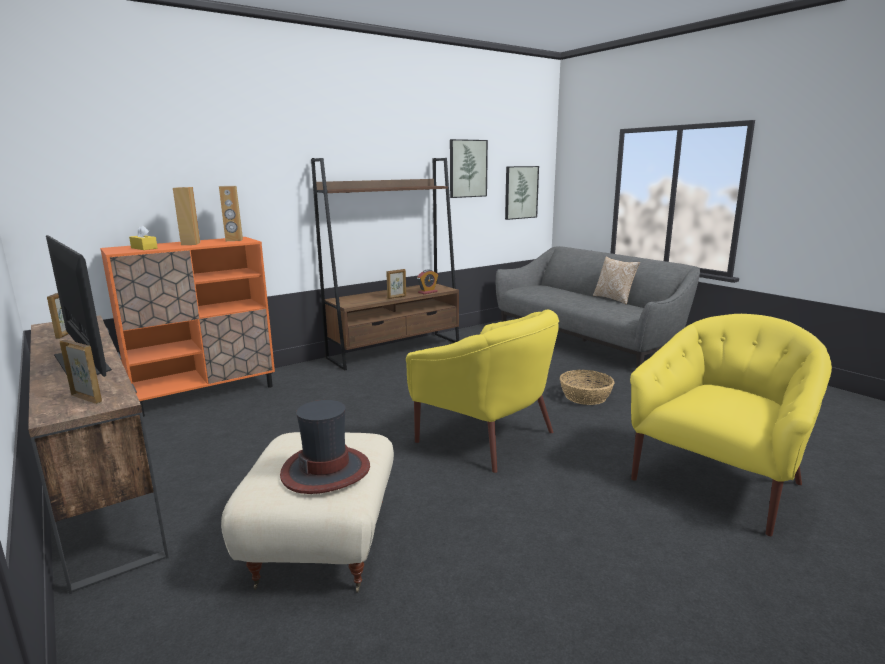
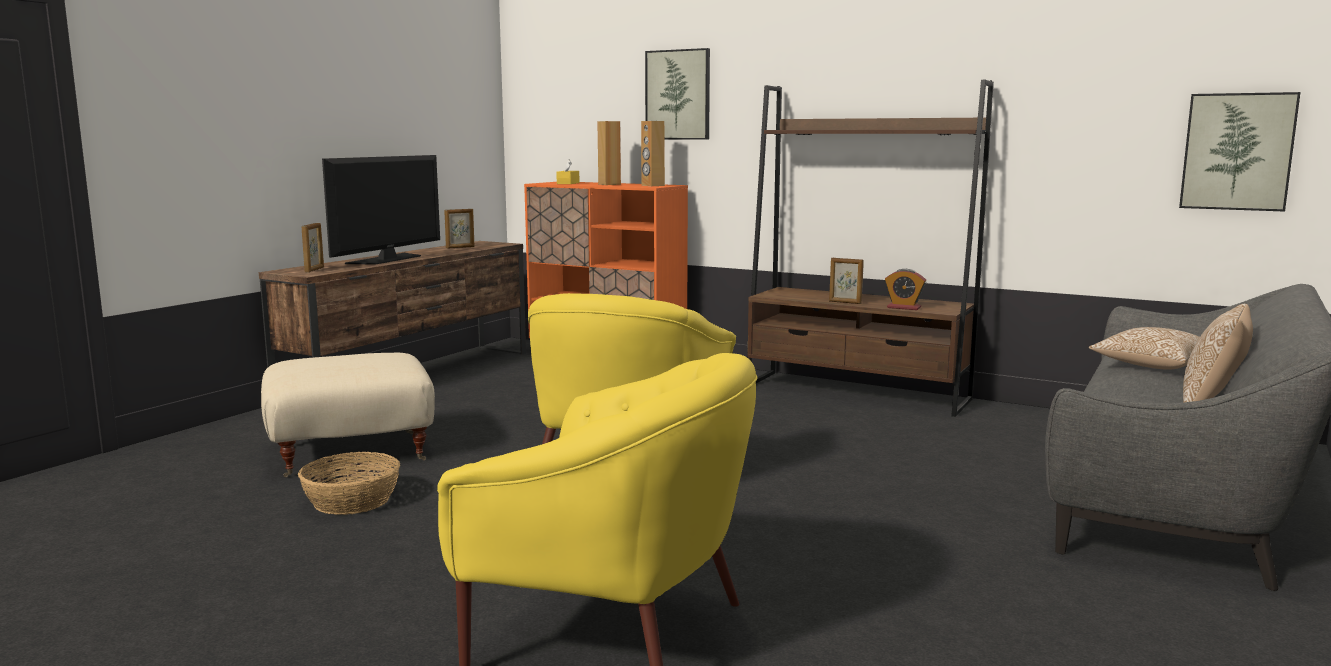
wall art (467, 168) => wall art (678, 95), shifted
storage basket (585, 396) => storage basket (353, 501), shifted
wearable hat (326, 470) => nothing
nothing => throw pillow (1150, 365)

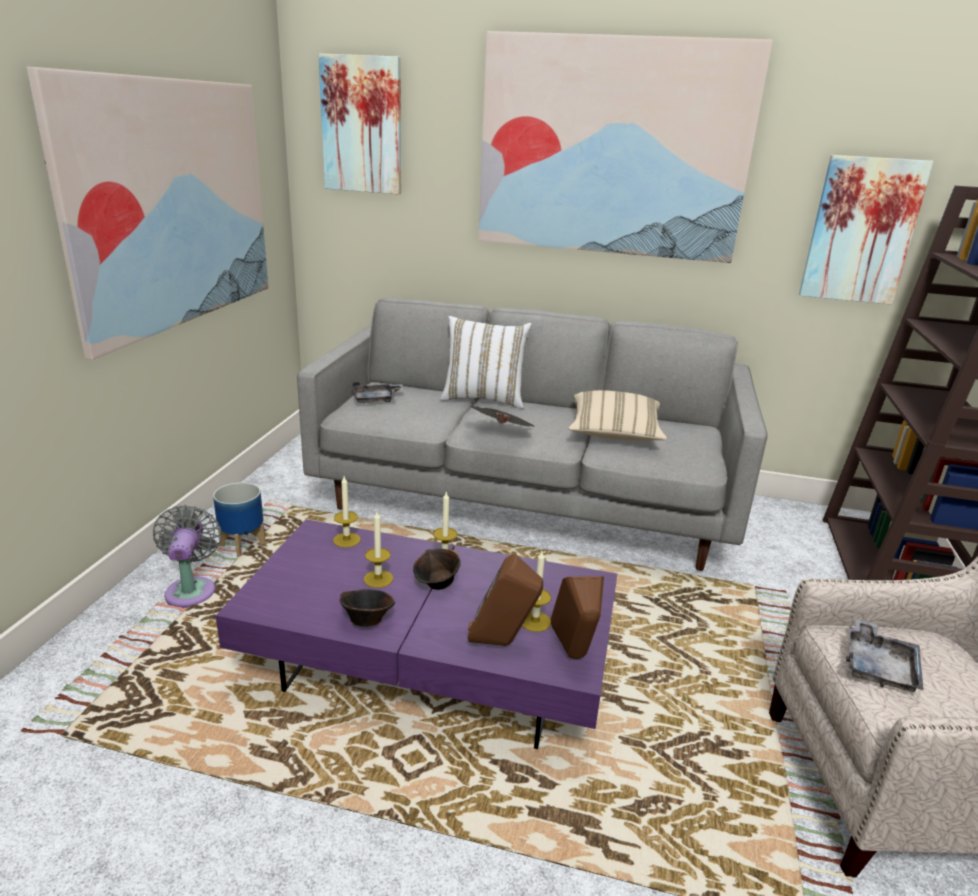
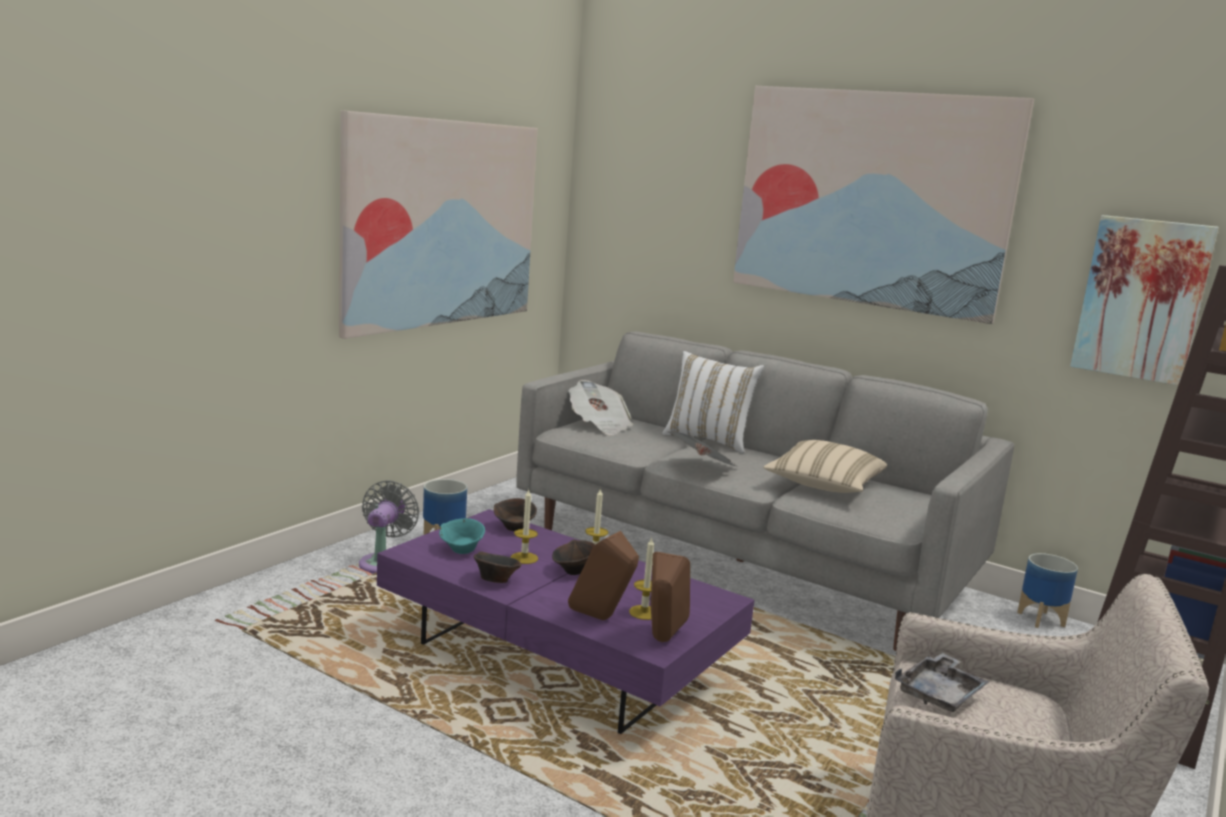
wall art (362, 125) => nothing
grey serving tray (376, 400) => printed paper (599, 425)
wax candle (346, 540) => brown deep dish (515, 528)
nothing => turquoise deep dish (462, 551)
nothing => planter (1041, 619)

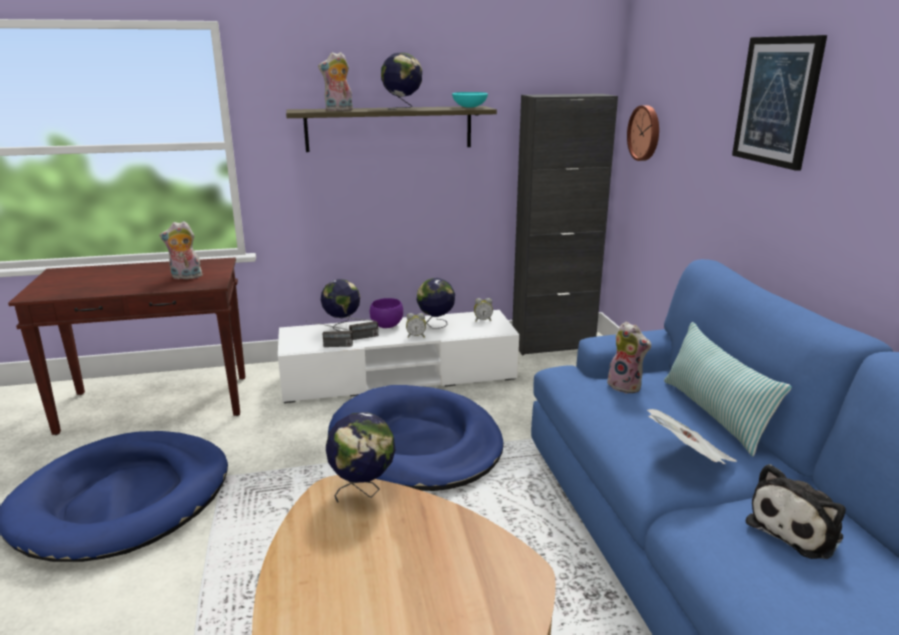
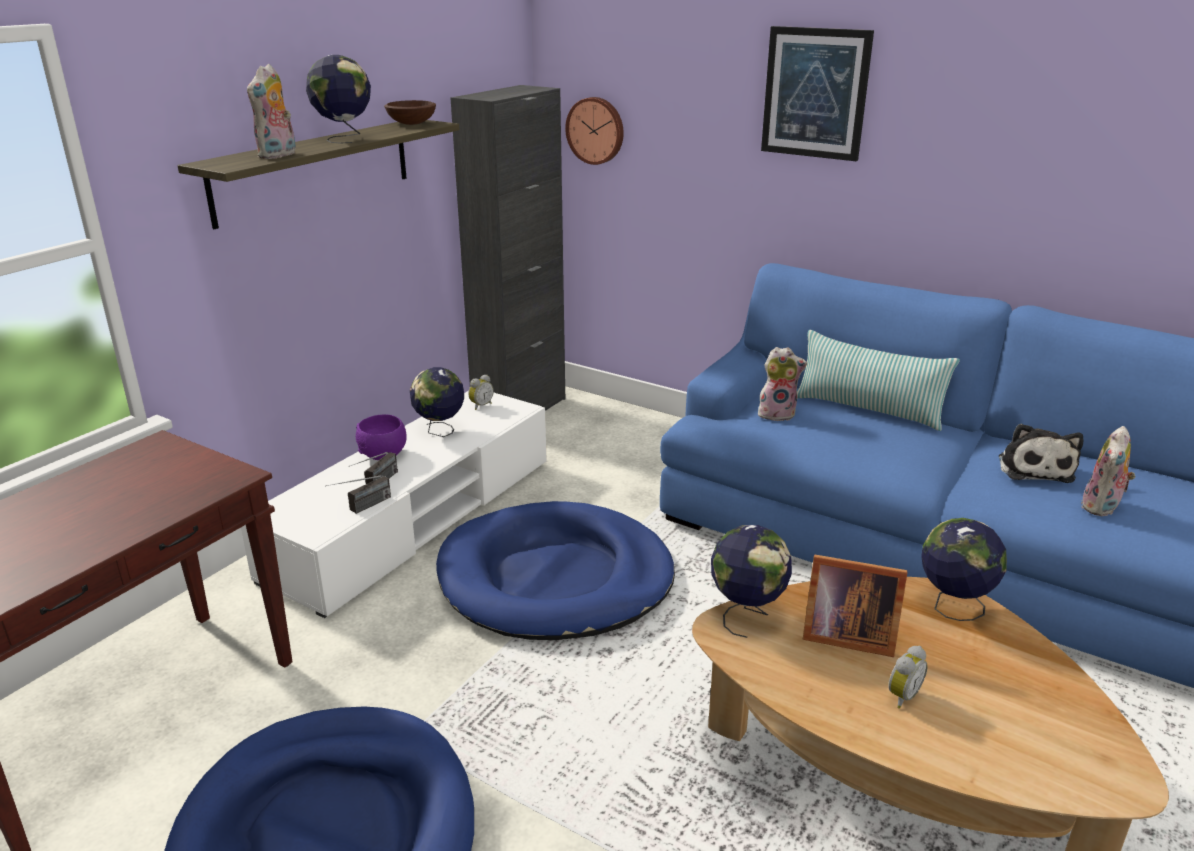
turquoise deep dish (470, 107) => brown deep dish (412, 123)
soft toy (185, 277) => soft toy (1102, 508), shifted
globe (342, 326) => globe (952, 608), shifted
bedside clock (416, 336) => bedside clock (901, 696), shifted
printed paper (688, 458) => nothing
nothing => standing frame (845, 635)

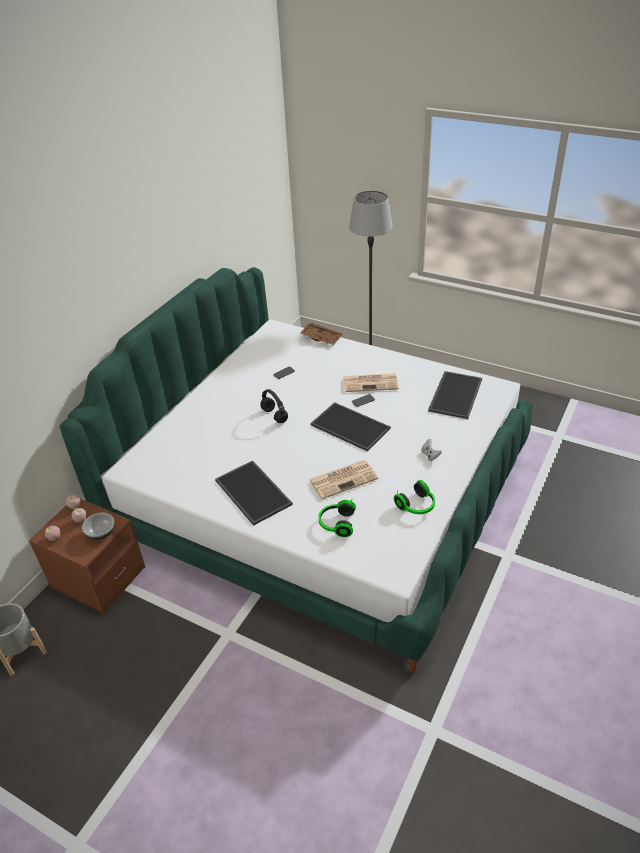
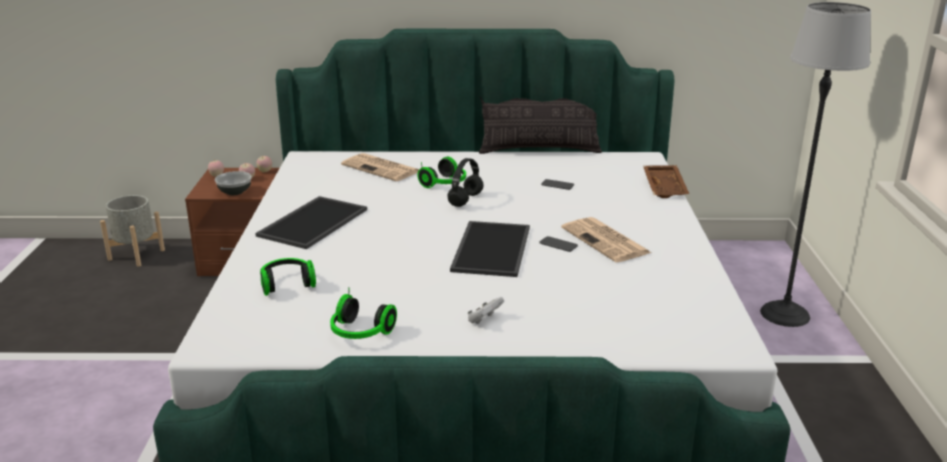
serving tray (454, 394) => nothing
printed paper (344, 479) => printed paper (382, 168), shifted
nothing => throw pillow (539, 150)
nothing => pair of headphones (445, 184)

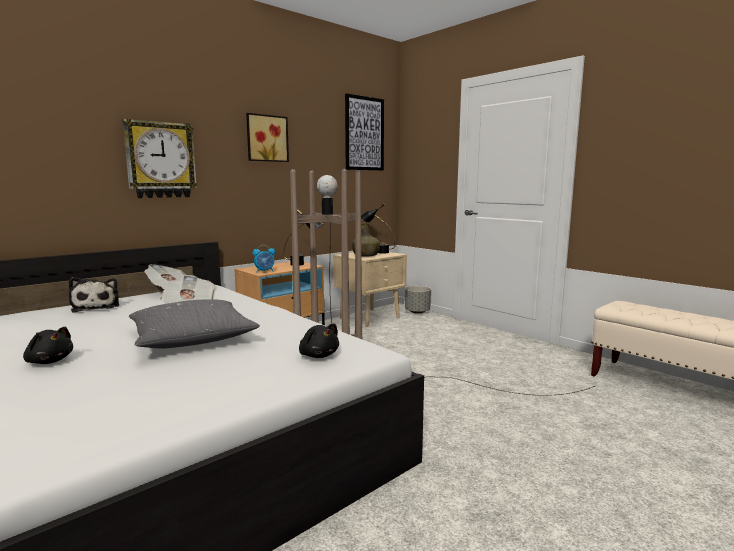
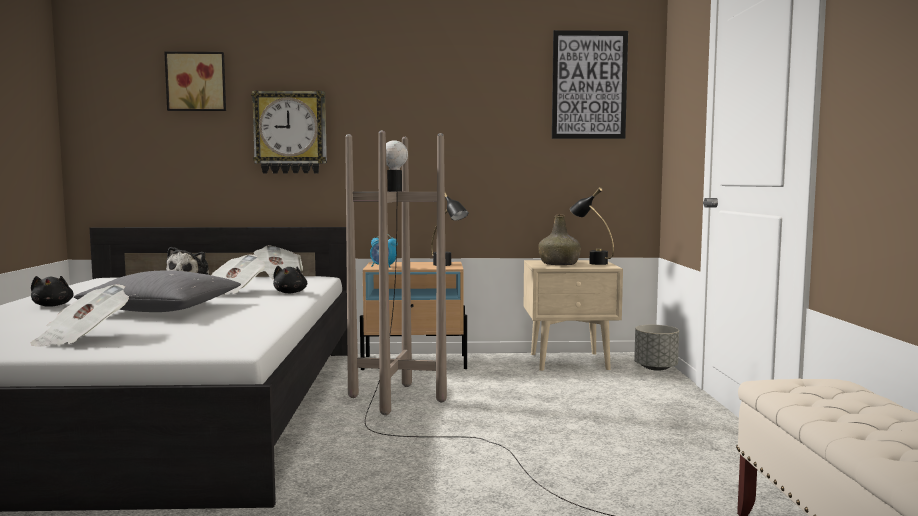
wall art (266, 138) => wall art (197, 82), shifted
blackish soft toy (318, 355) => blackish soft toy (291, 293), shifted
nothing => printed paper (82, 339)

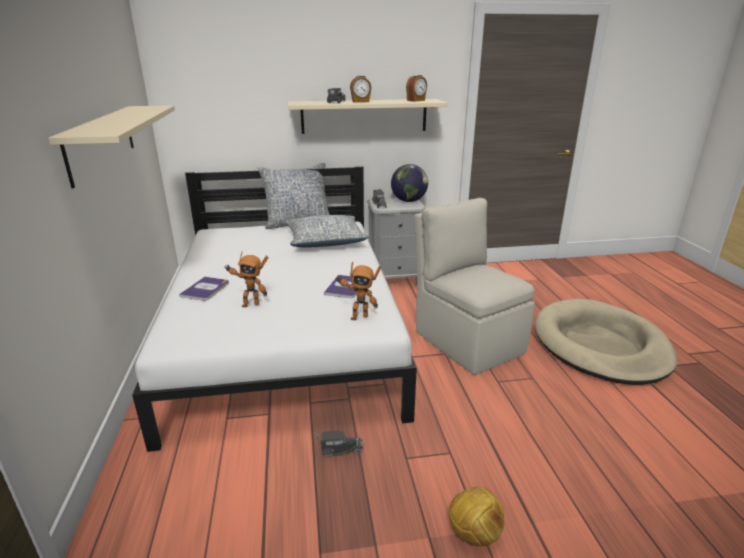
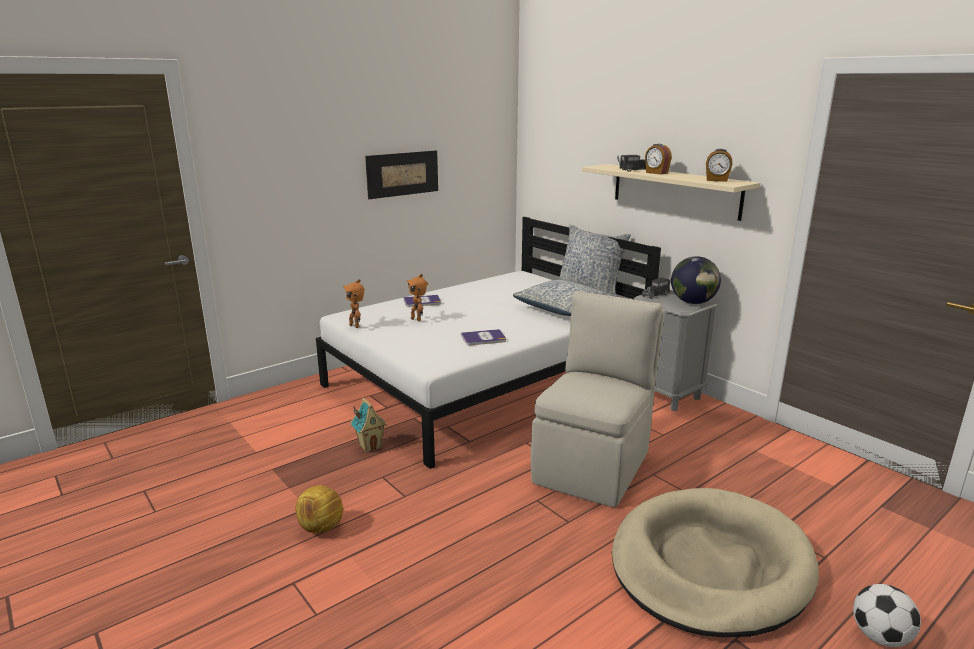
beige-coloured bracket shelf (101, 142) => wall art (402, 174)
robot figure (358, 317) => robot figure (355, 325), shifted
toy truck (339, 449) => model house (370, 446)
nothing => football ball (880, 637)

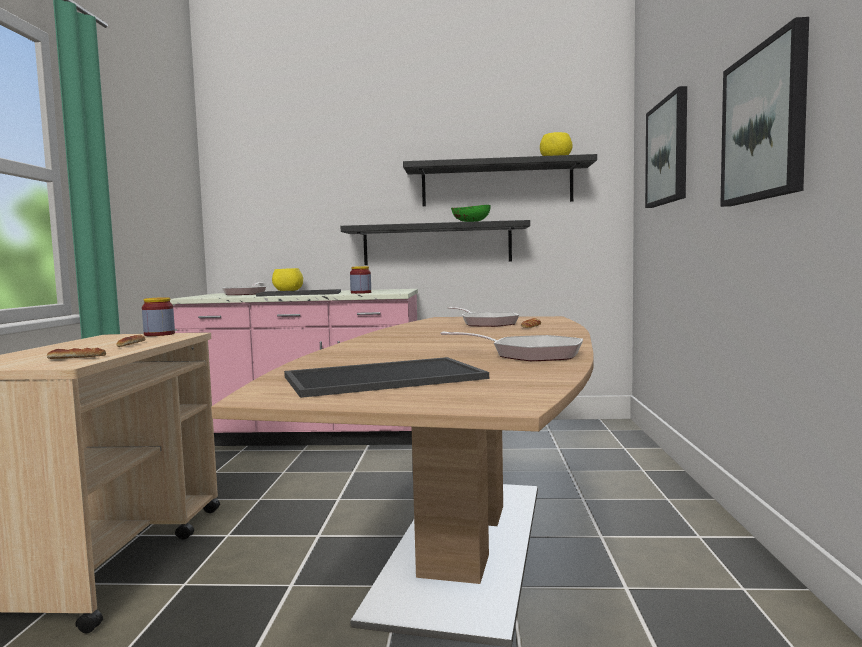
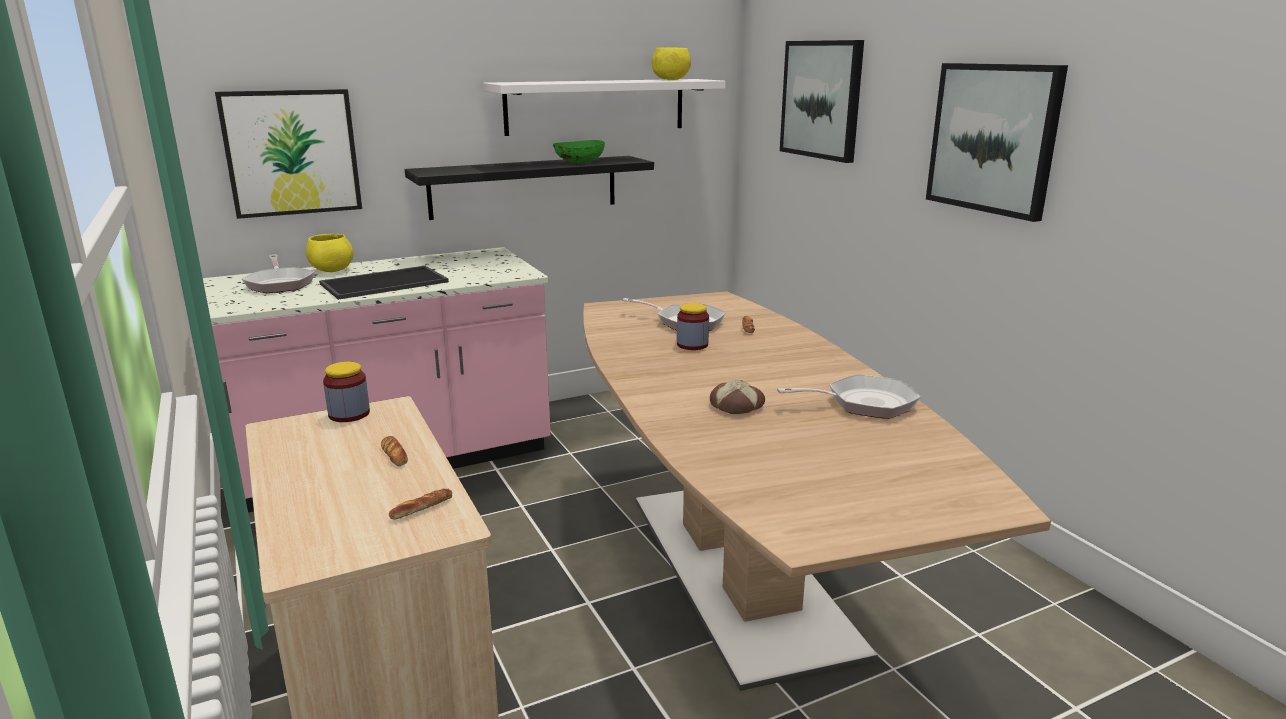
blackish bracket shelf (497, 184) => whitish bracket shelf (596, 106)
jar (361, 293) => jar (692, 345), shifted
serving tray (384, 377) => nothing
nothing => wall art (292, 152)
nothing => bakery bread (737, 406)

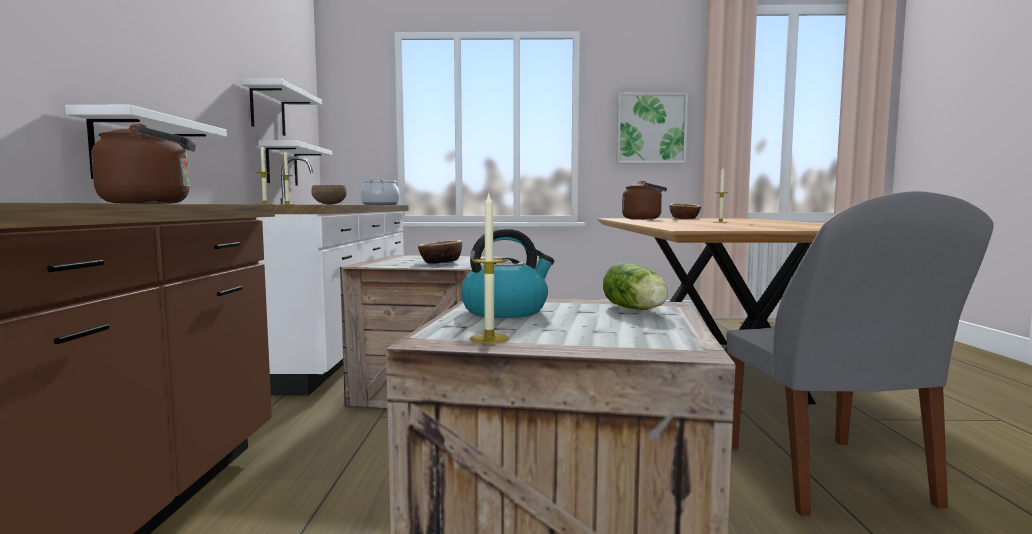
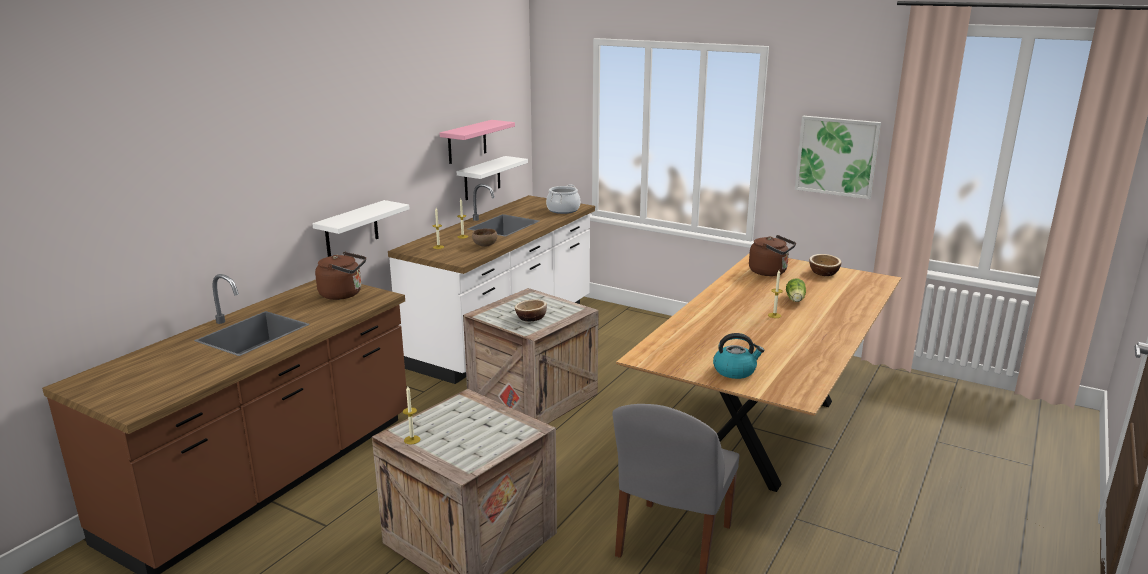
whitish bracket shelf (267, 110) => pink-coloured bracket shelf (467, 142)
tea kettle (506, 311) => tea kettle (735, 371), shifted
lettuce head (636, 310) => lettuce head (795, 300), shifted

